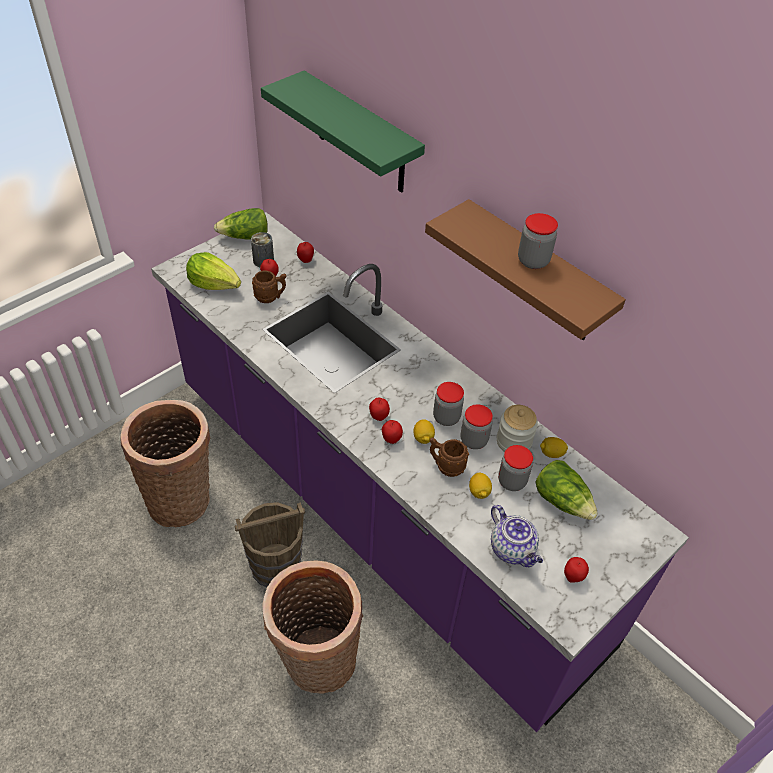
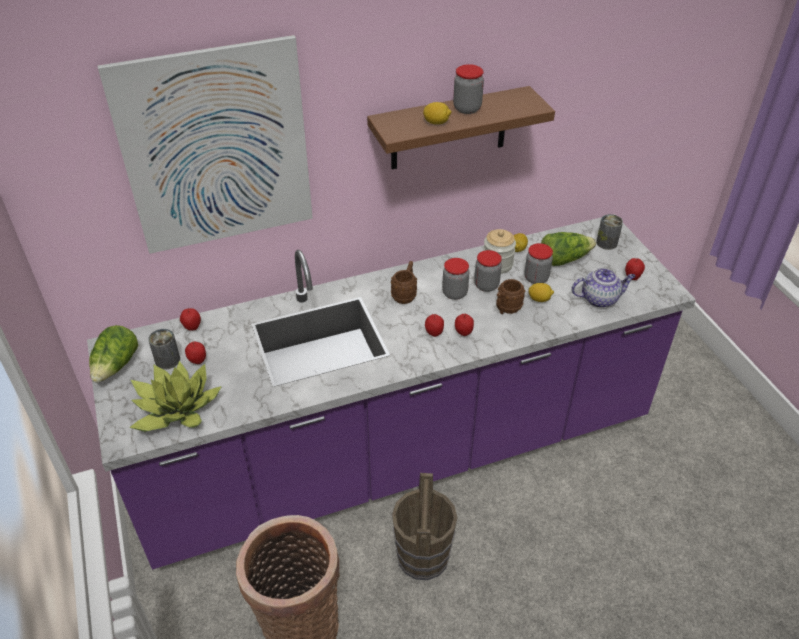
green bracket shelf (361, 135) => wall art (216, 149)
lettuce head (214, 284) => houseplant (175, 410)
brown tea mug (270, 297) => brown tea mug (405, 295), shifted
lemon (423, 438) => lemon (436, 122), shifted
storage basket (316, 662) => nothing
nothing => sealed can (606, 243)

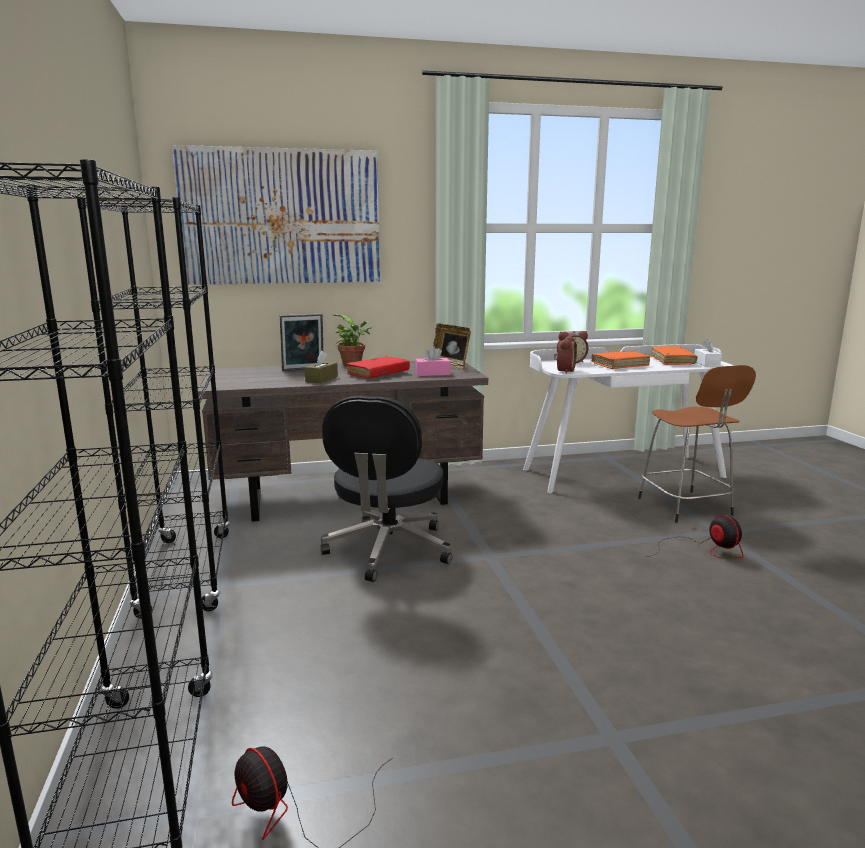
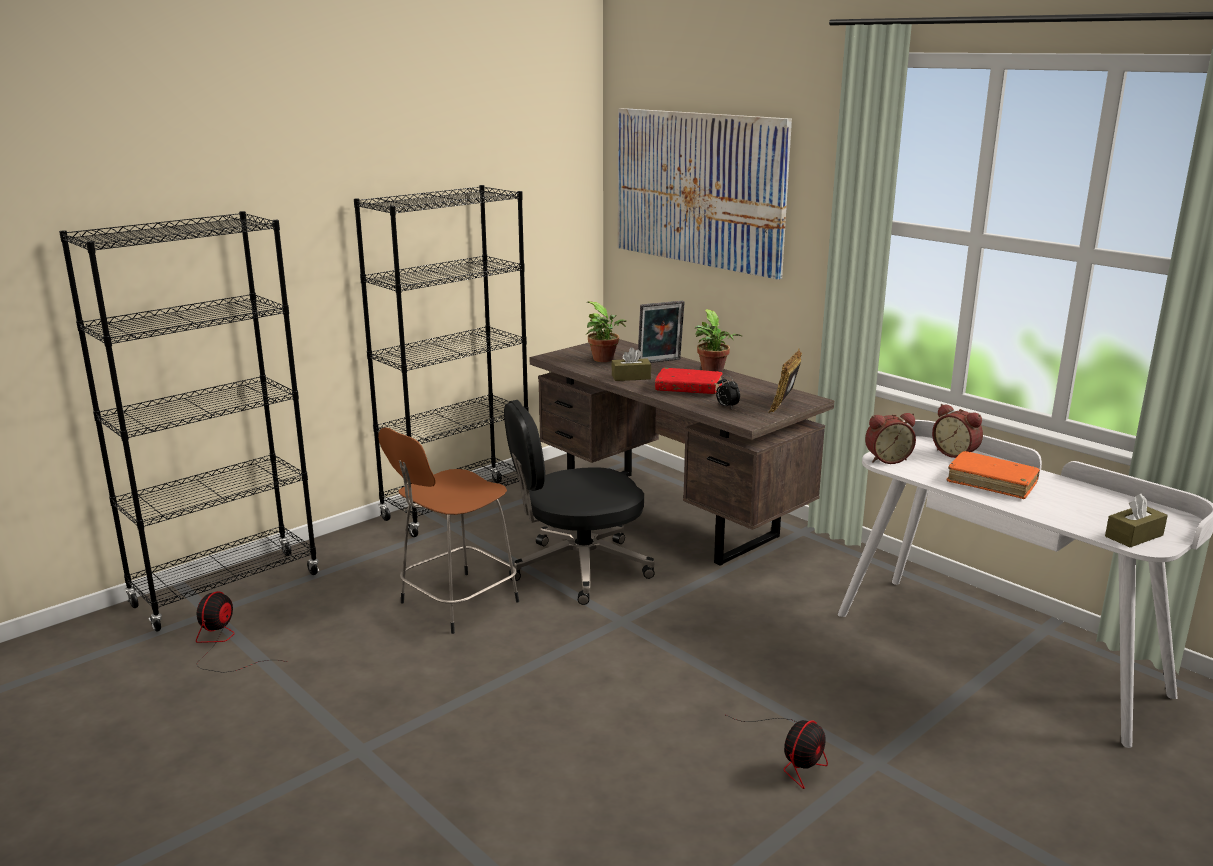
standing frame (303, 369) => standing frame (660, 362), 60 degrees counterclockwise
whitish tissue box (706, 363) => brown tissue box (1134, 536)
pink-coloured tissue box (432, 374) => bedside clock (726, 406)
orange volume (672, 361) => nothing
brown stool seat (686, 508) => brown stool seat (456, 603), shifted
nothing => houseplant (605, 360)

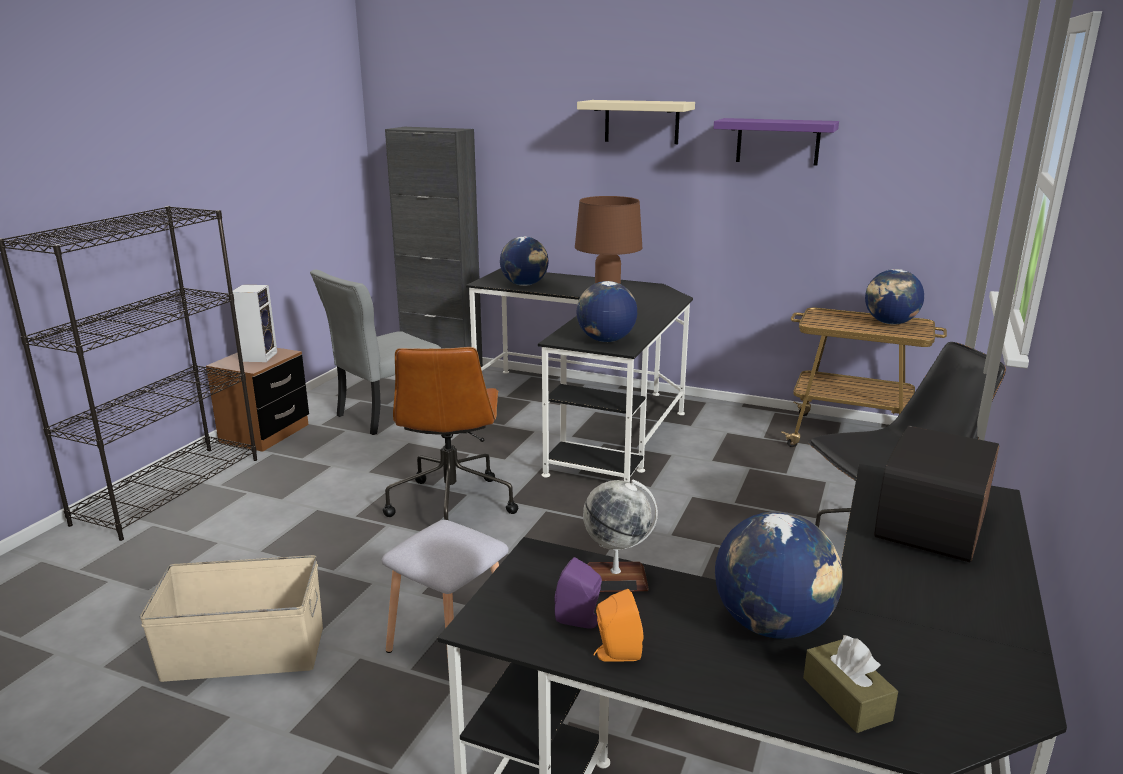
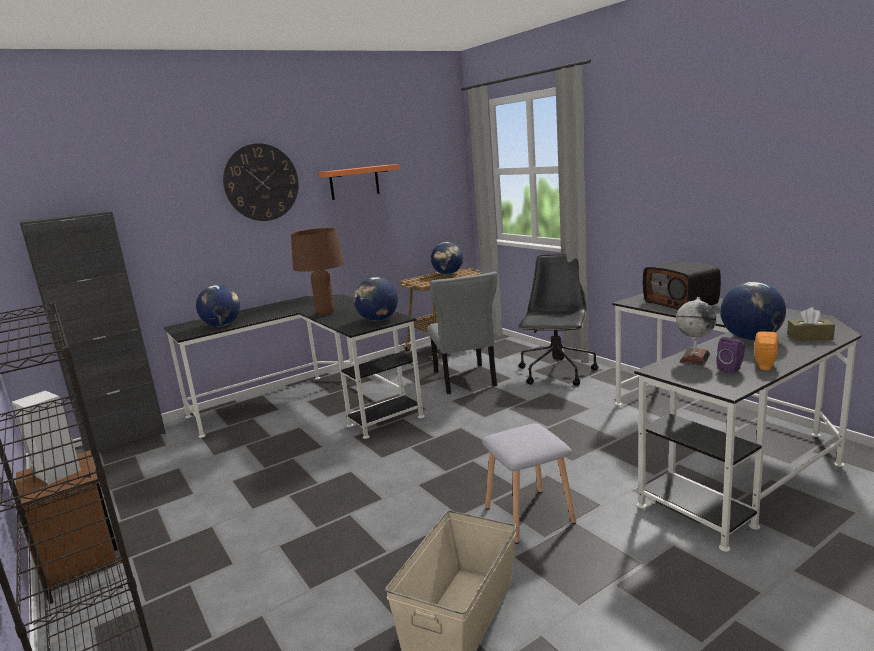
beige-coloured bracket shelf (641, 122) => hanging clock (261, 182)
purplish bracket shelf (778, 141) => orange bracket shelf (354, 182)
grey plain chair (385, 414) => grey plain chair (465, 380), shifted
brown desk chair (451, 504) => nothing

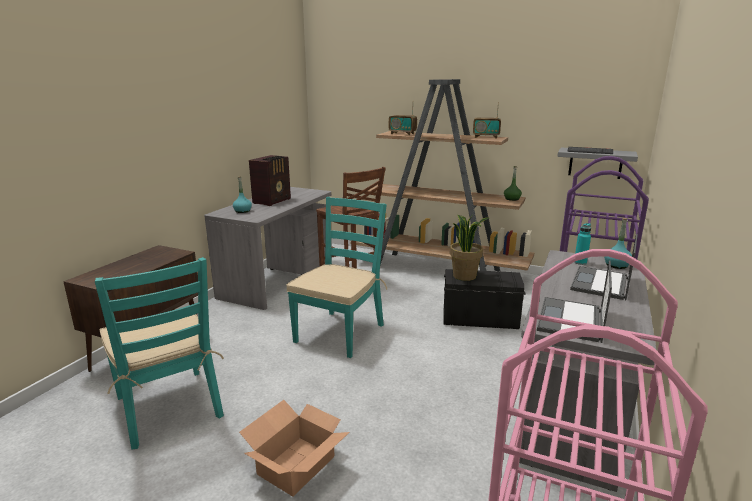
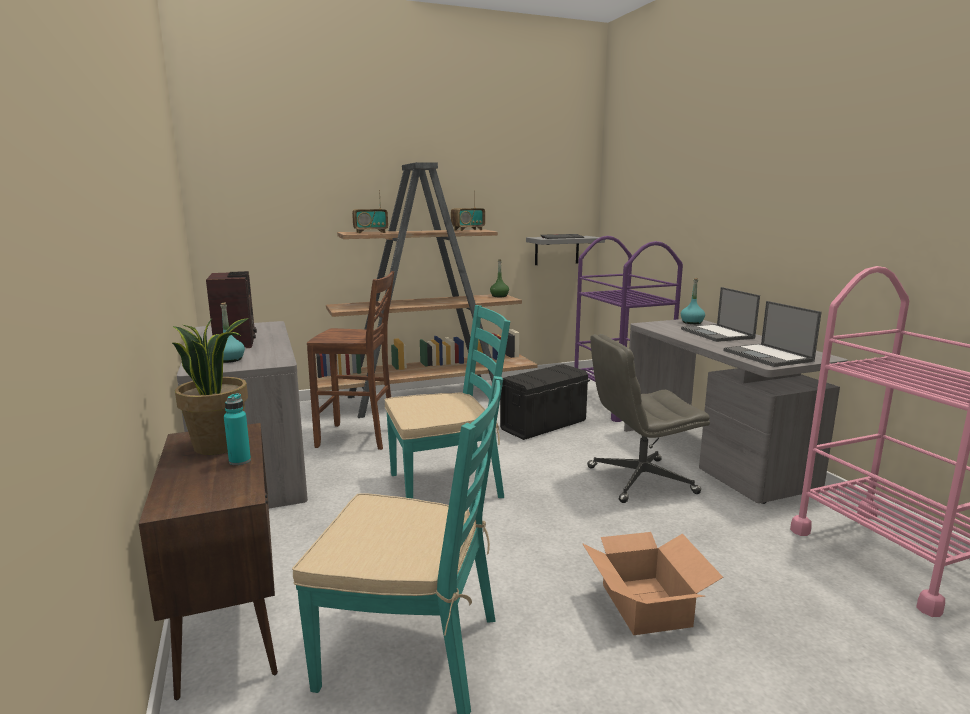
turquoise plain chair (340, 333) => turquoise plain chair (446, 485), 90 degrees clockwise
houseplant (465, 276) => houseplant (219, 445), shifted
turquoise drink bottle (580, 262) => turquoise drink bottle (240, 461), shifted
nothing => grey desk chair (639, 480)

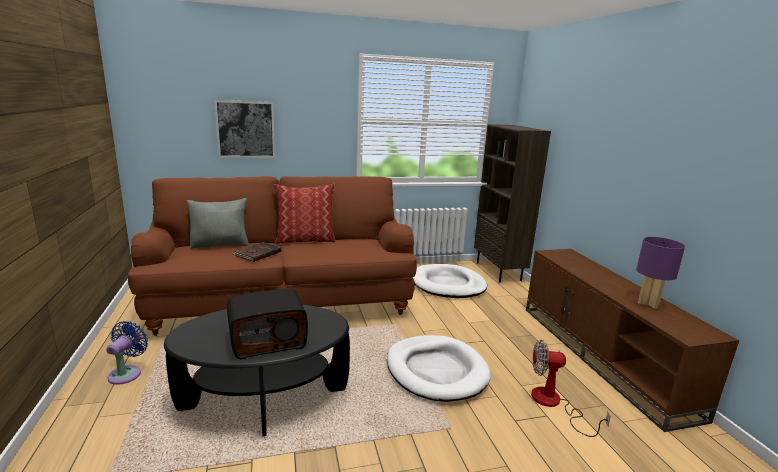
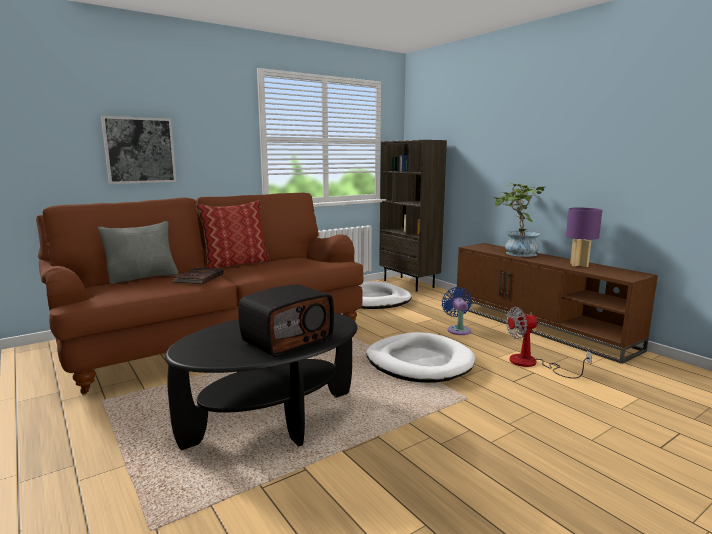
bluish electric fan (127, 373) => bluish electric fan (458, 330), shifted
nothing => houseplant (516, 253)

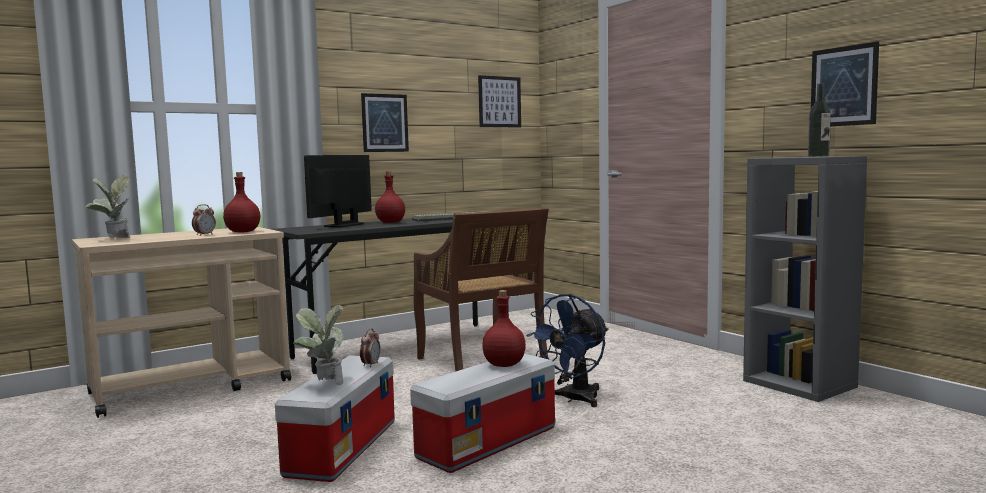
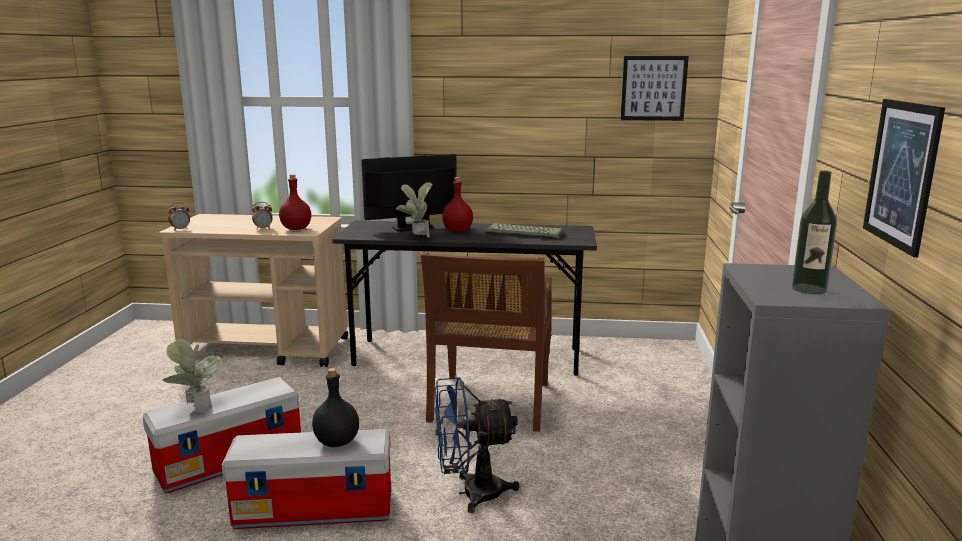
wall art (385, 123) => nothing
houseplant (113, 239) => houseplant (416, 237), shifted
red drink bottle (503, 365) => blackish drink bottle (336, 442)
bedside clock (370, 365) => bedside clock (180, 229), shifted

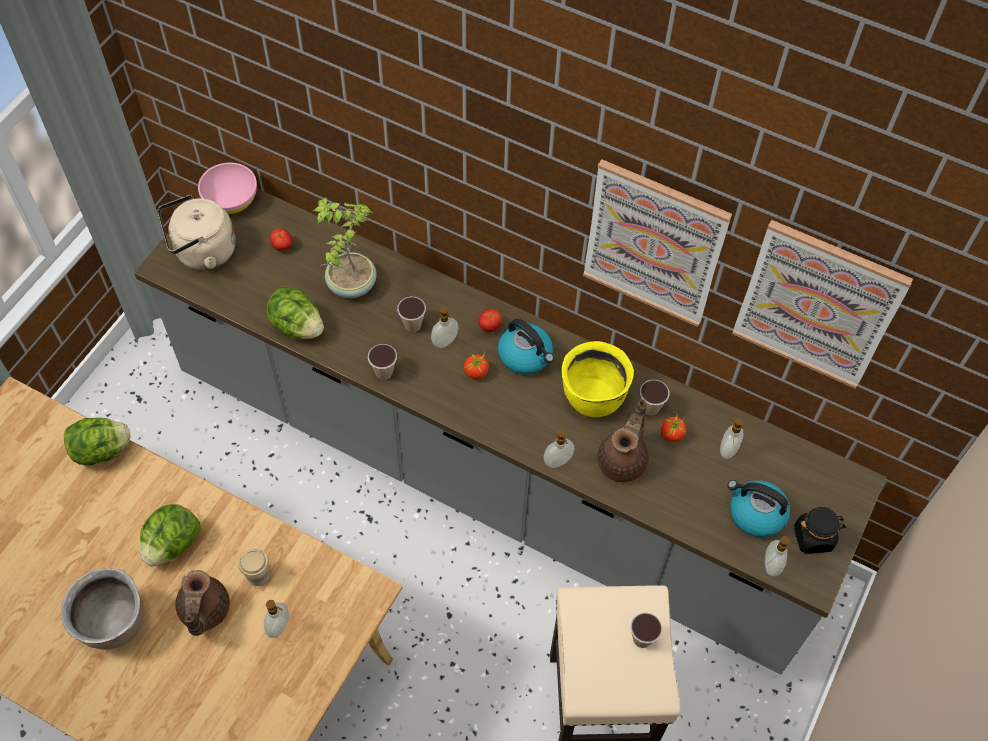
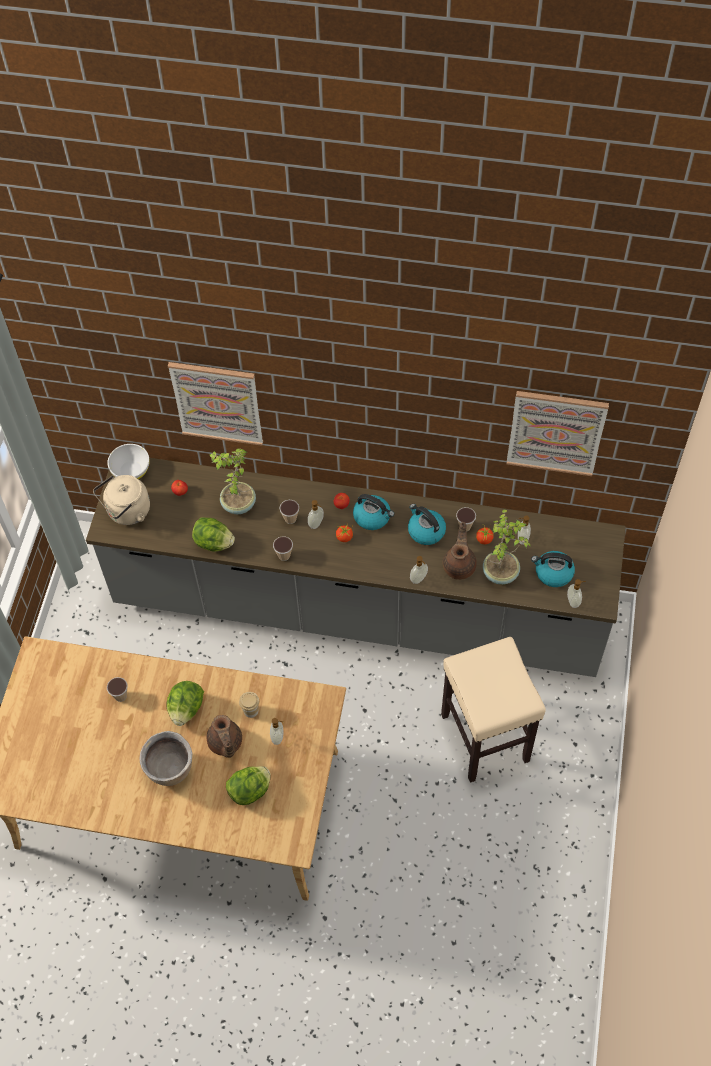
wall art (653, 244) => wall art (217, 403), shifted
pink-coloured deep dish (231, 200) => whitish deep dish (131, 470)
yellowish cooking pot (592, 397) => tea kettle (425, 531)
lettuce head (102, 451) => lettuce head (250, 790), shifted
blackish jar (813, 537) => nothing
cup (642, 639) => cup (120, 696), shifted
nothing => houseplant (501, 573)

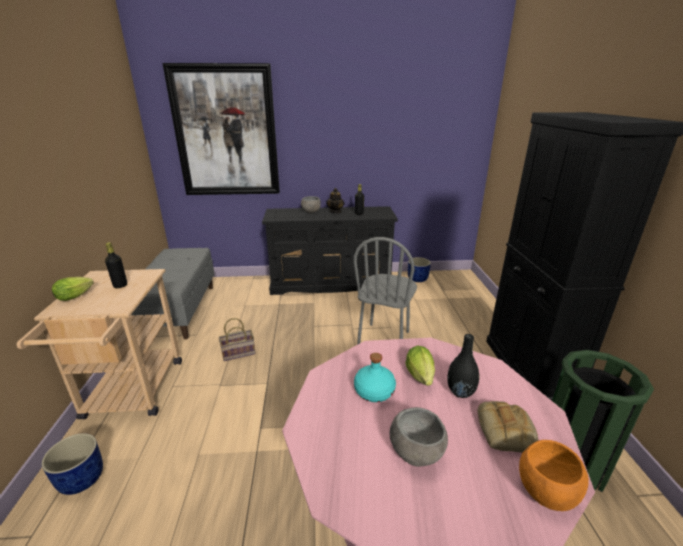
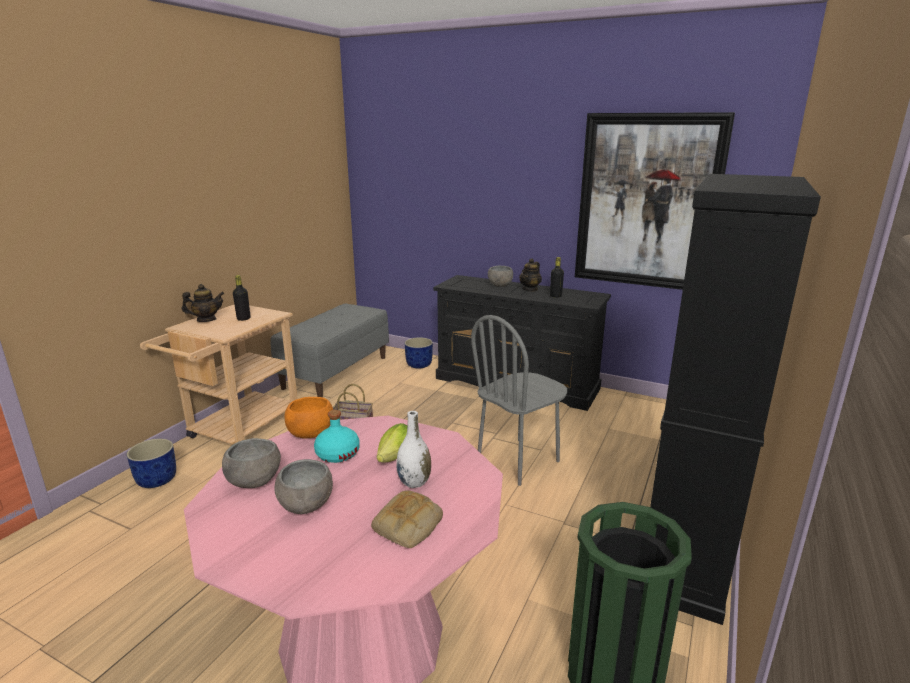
wall art (226, 132) => wall art (647, 202), shifted
bluish planter (417, 279) => bluish planter (419, 364), shifted
lettuce head (77, 296) => tea pot (206, 320)
blackish decorative vase (460, 392) => whitish decorative vase (414, 482)
orange deep dish (545, 492) => orange deep dish (310, 434), shifted
nothing => grey deep dish (253, 482)

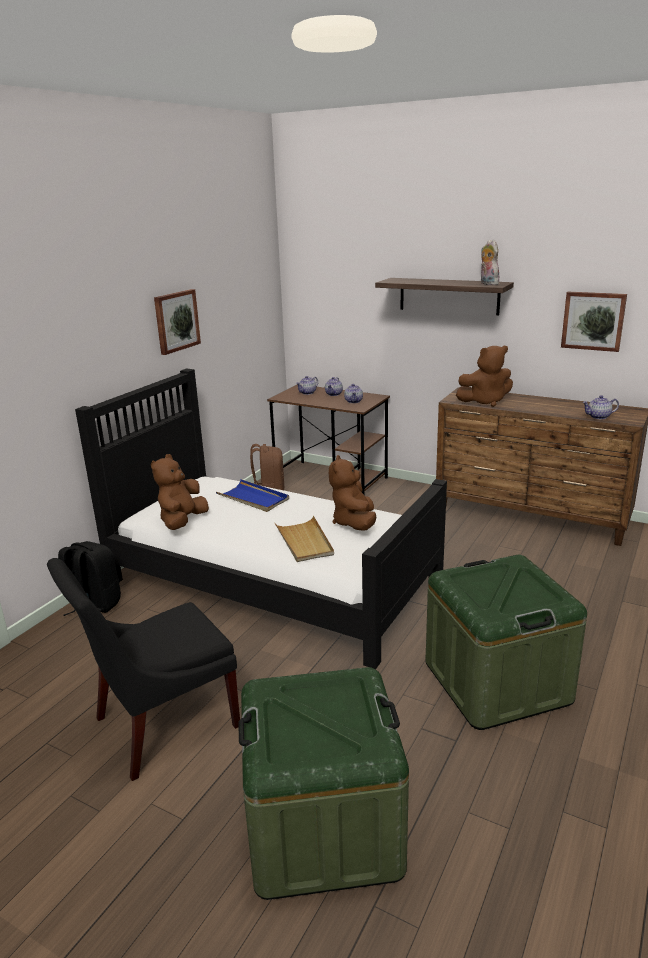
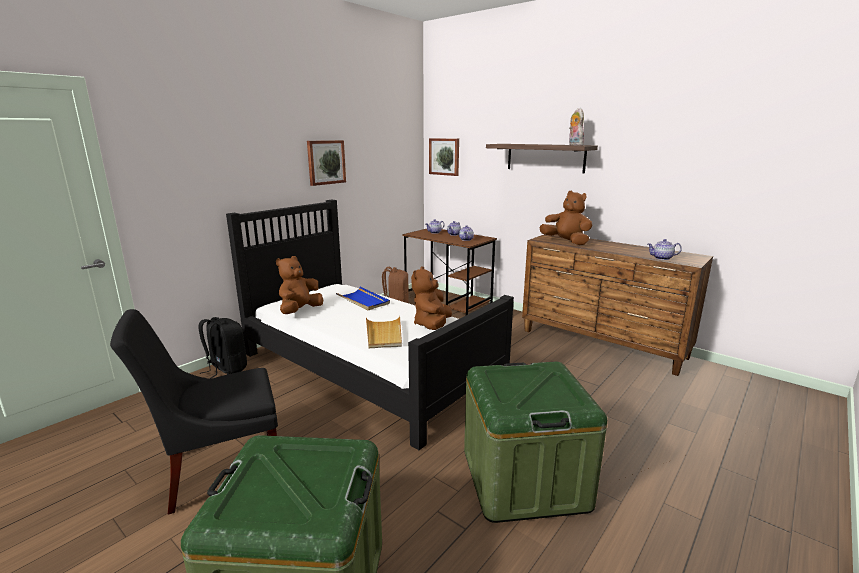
wall art (593, 321) => wall art (444, 156), shifted
brown soft toy (485, 401) => brown soft toy (566, 242), 135 degrees counterclockwise

